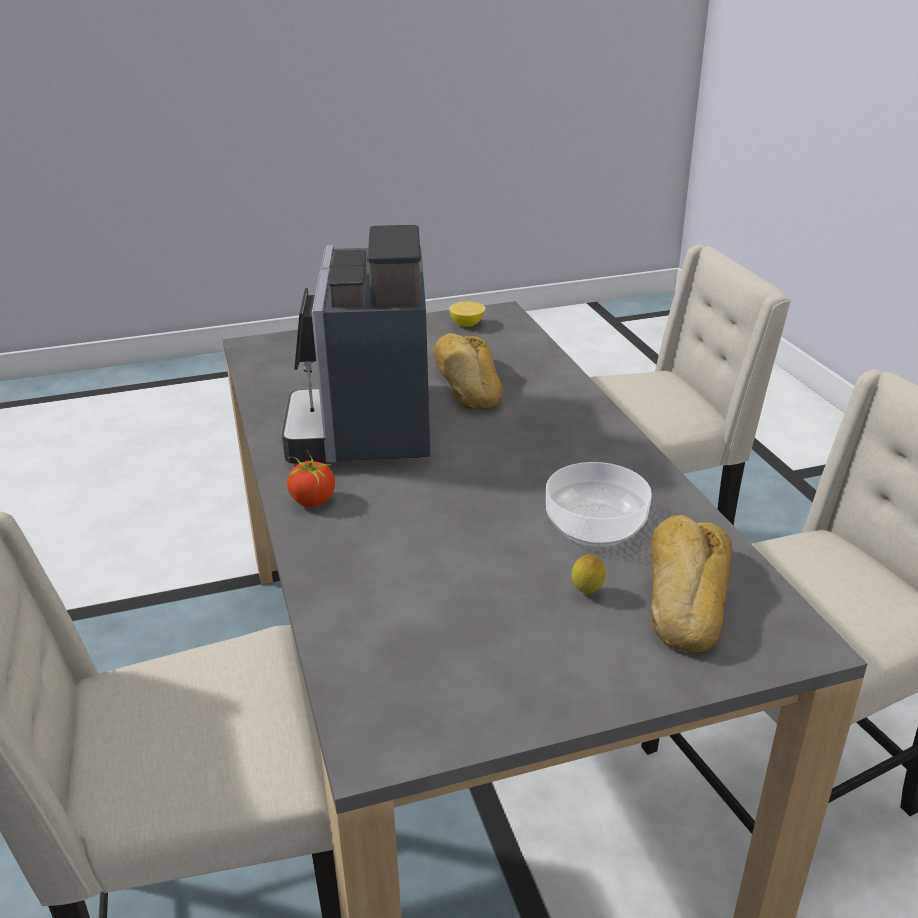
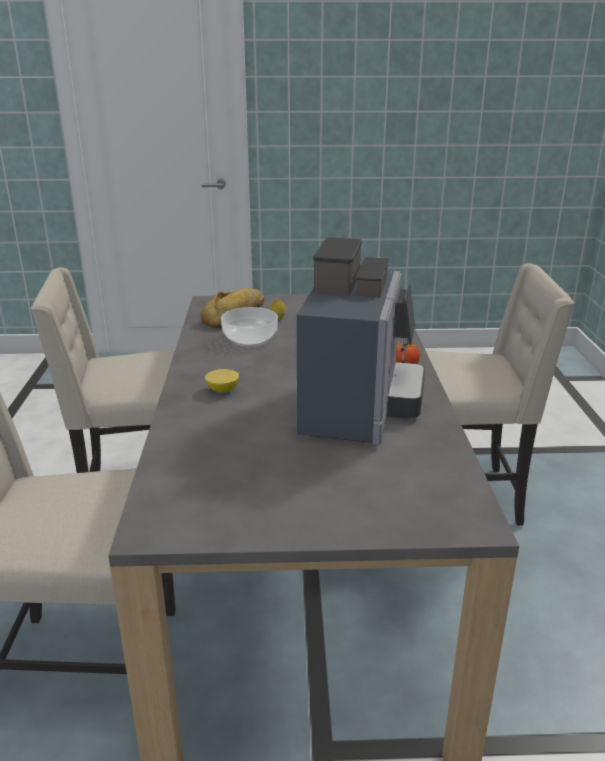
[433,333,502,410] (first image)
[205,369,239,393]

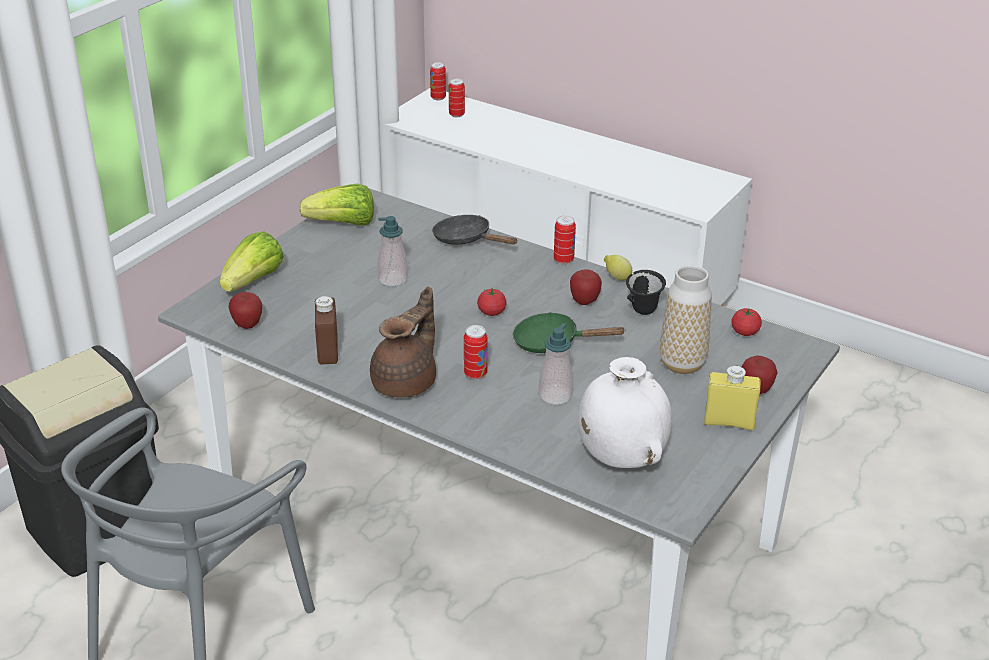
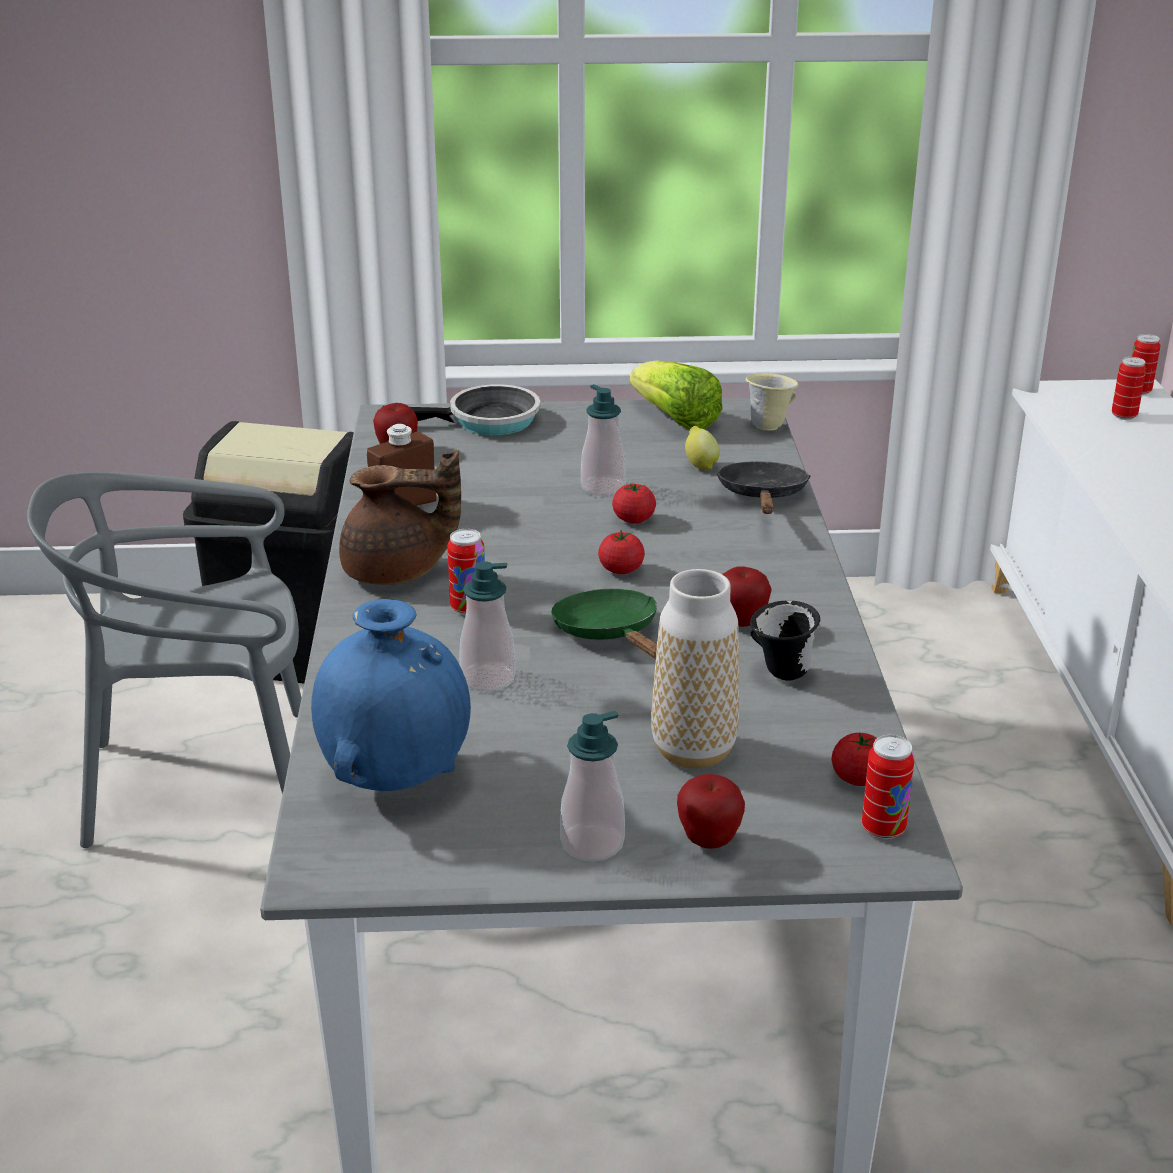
[612,484,656,523]
[746,373,798,431]
[862,735,915,839]
[685,426,720,470]
[410,384,540,436]
[560,711,625,862]
[311,599,471,791]

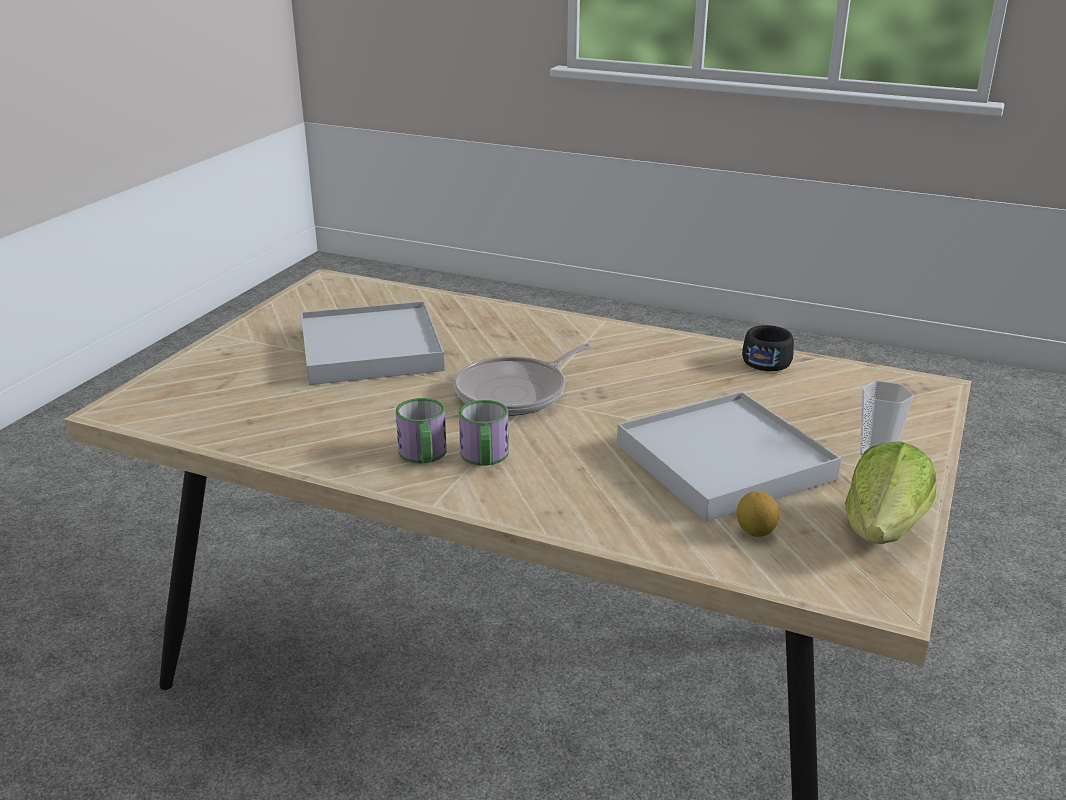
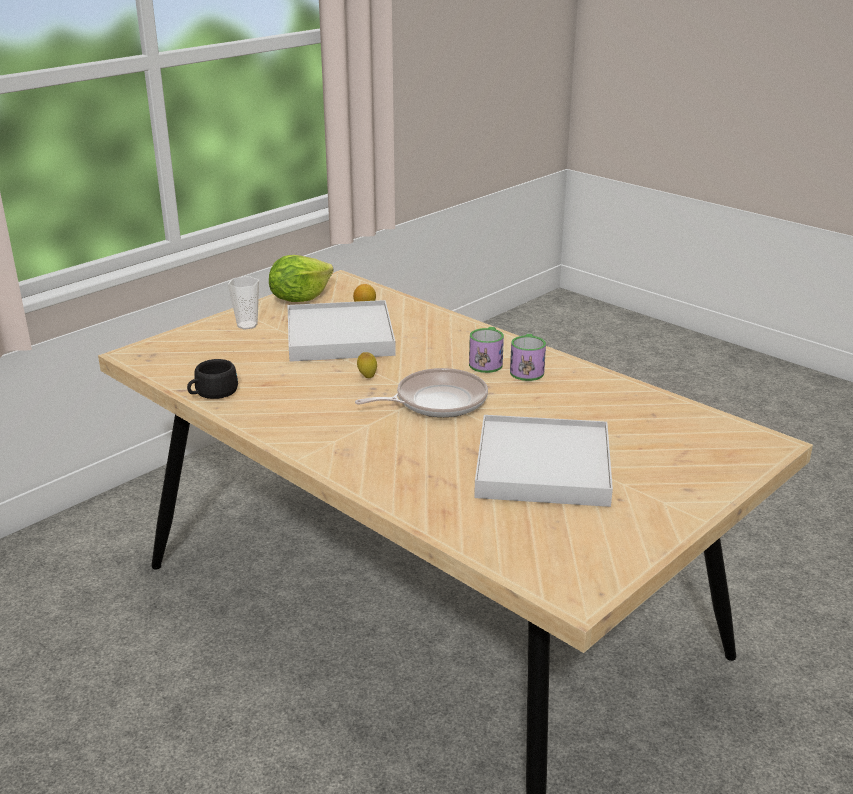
[357,352,377,378]

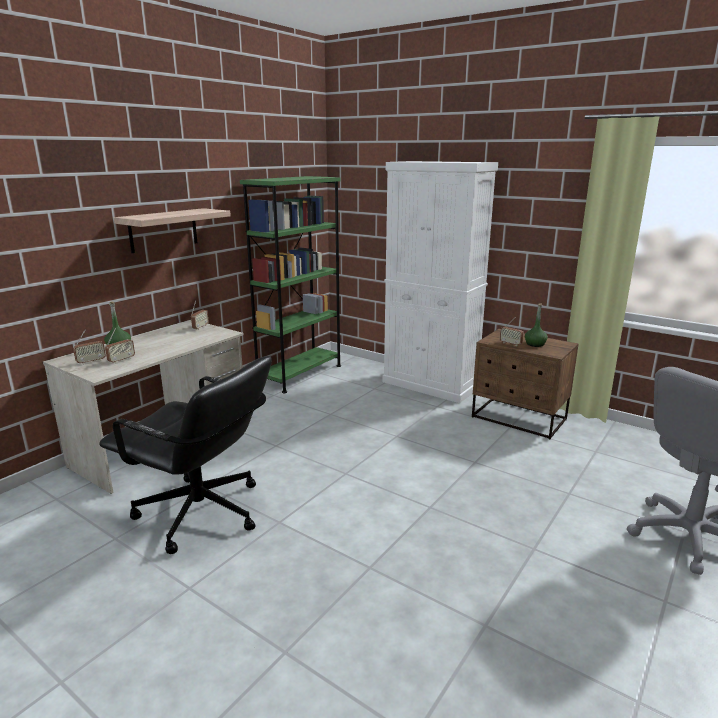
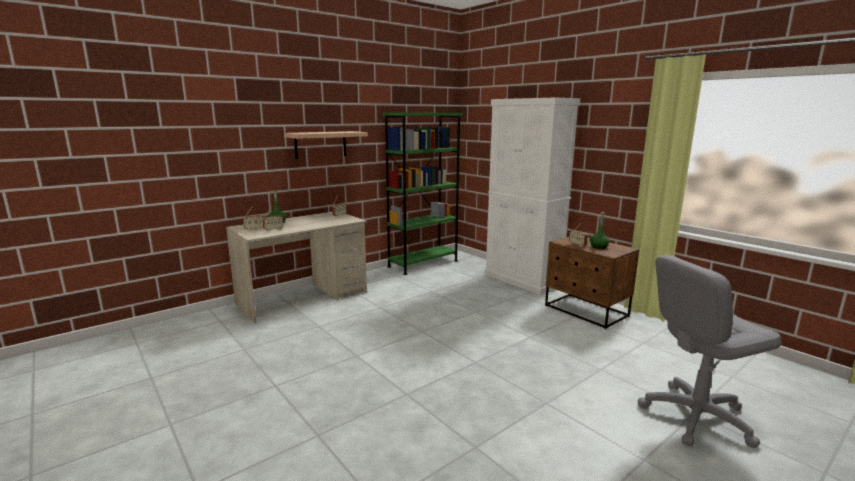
[99,356,272,554] (first image)

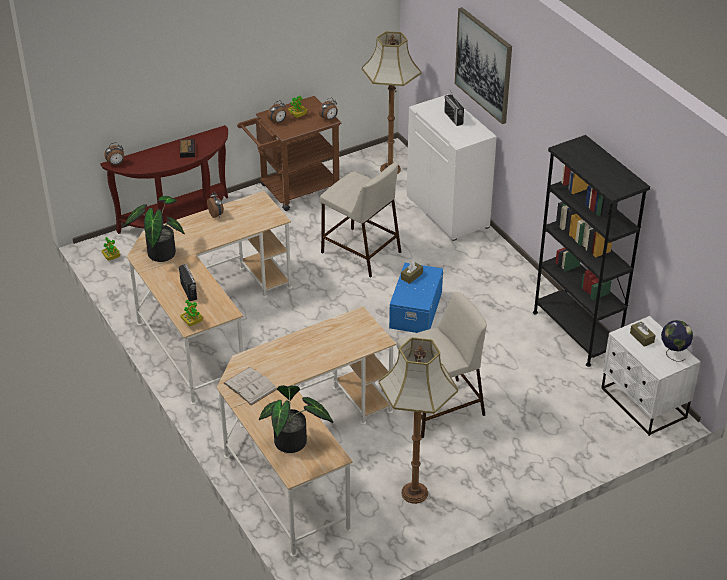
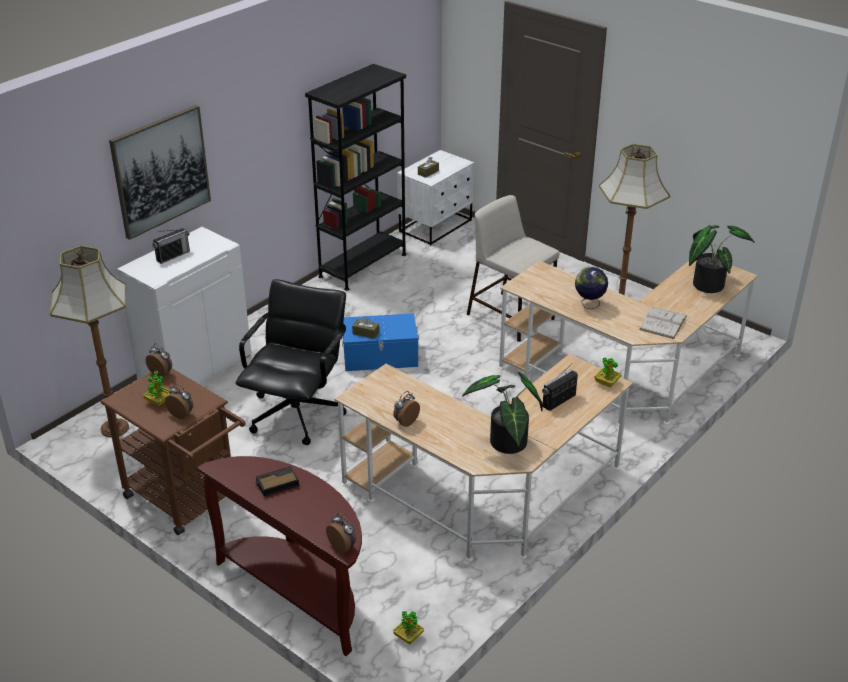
[575,267,608,309]
[236,279,347,445]

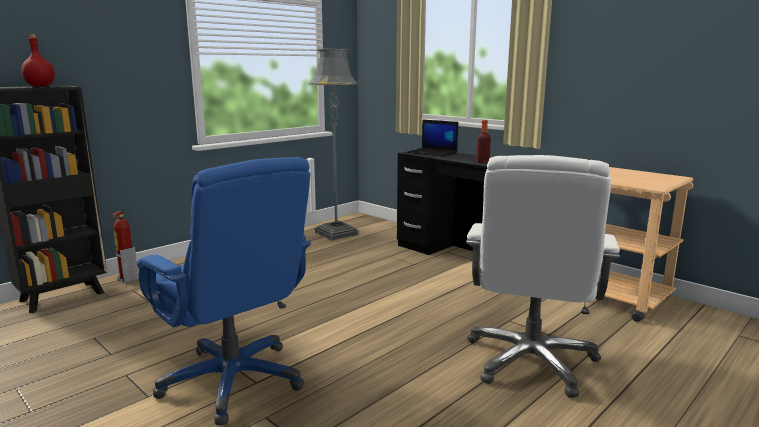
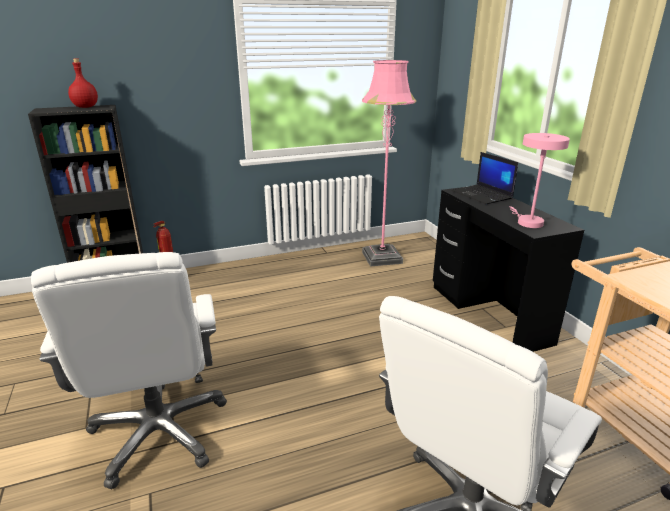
[510,133,570,228]
[31,252,227,489]
[362,60,417,267]

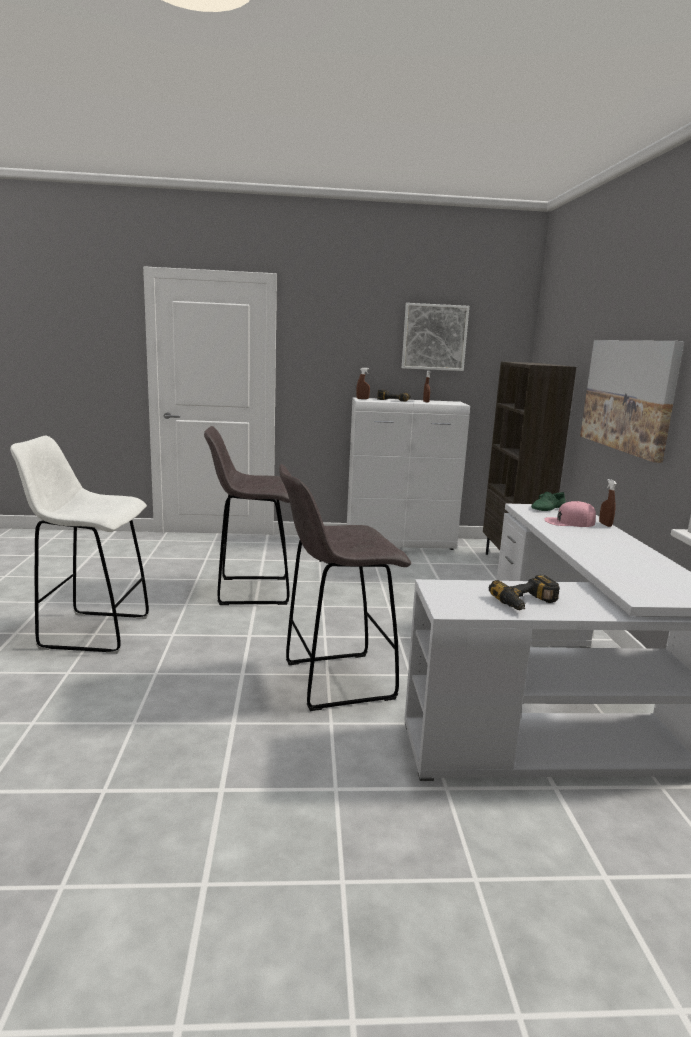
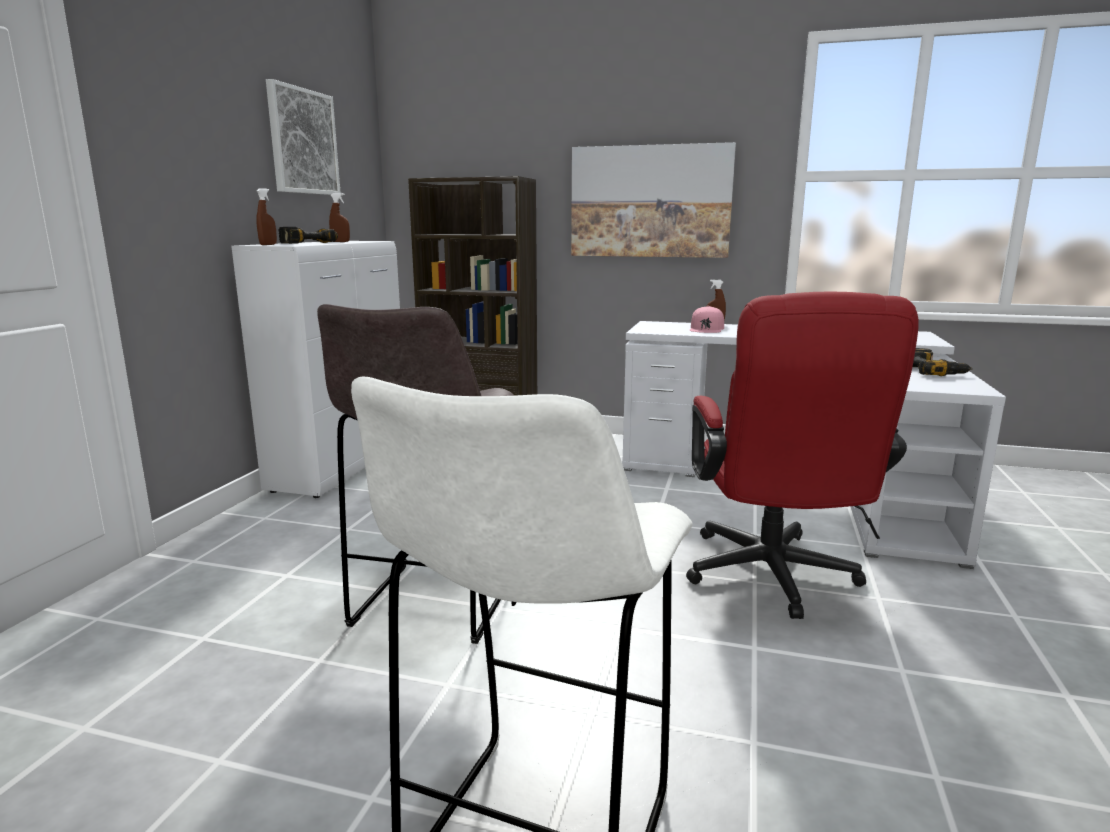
[531,492,566,511] (first image)
[686,292,919,619]

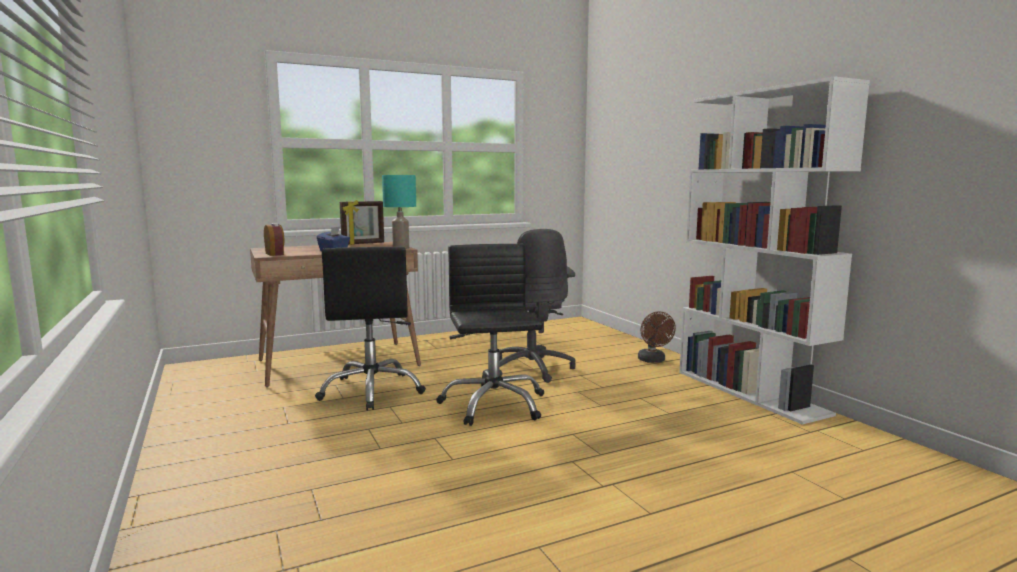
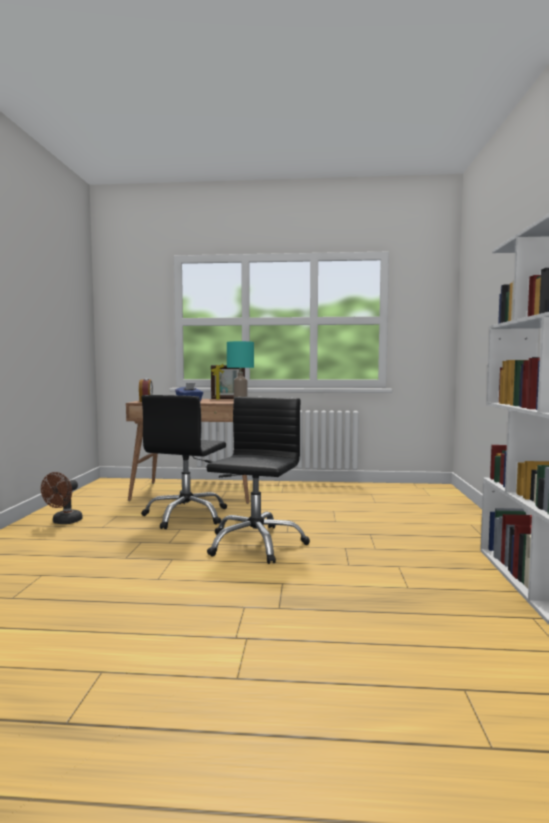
[499,229,576,383] (first image)
[41,472,82,524]

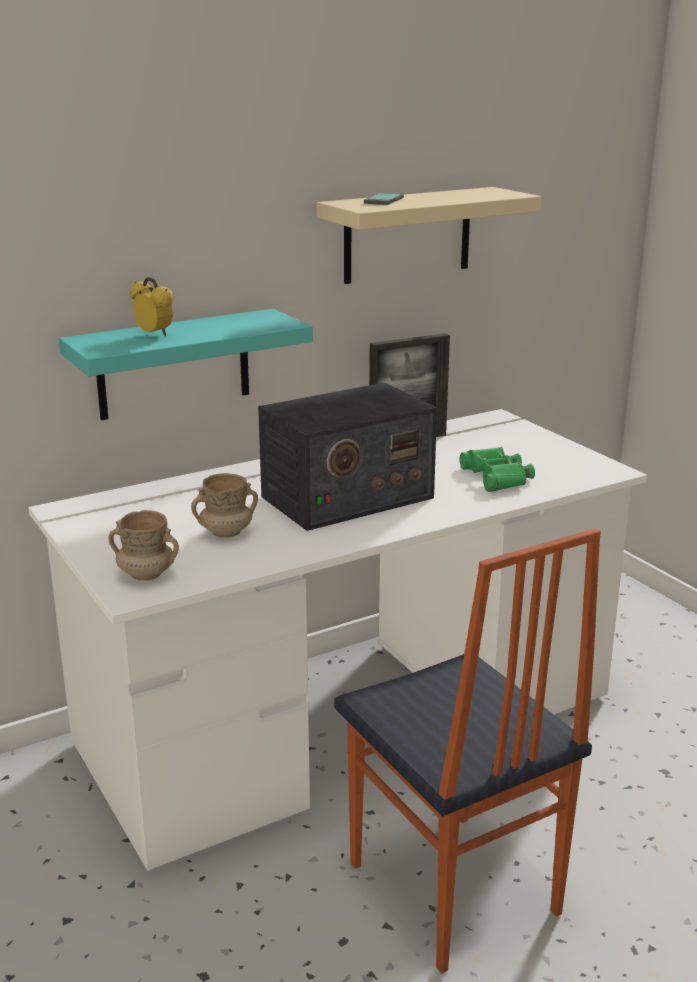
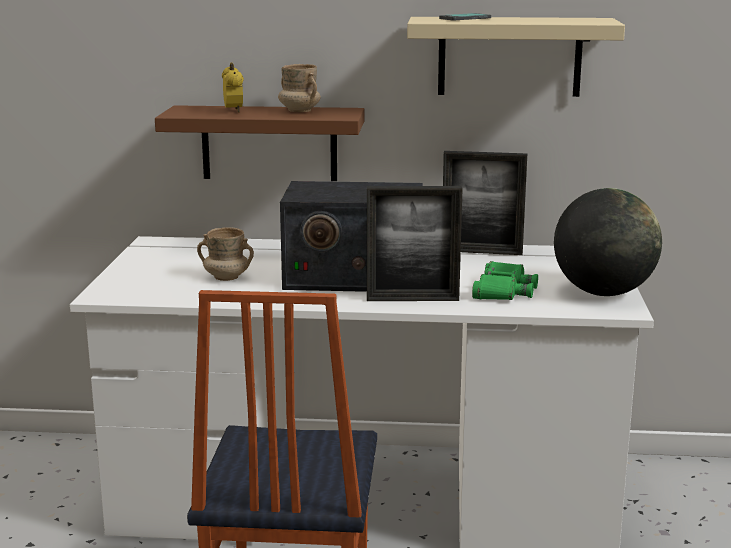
[367,186,463,301]
[554,188,662,296]
[278,64,321,112]
[155,105,365,181]

